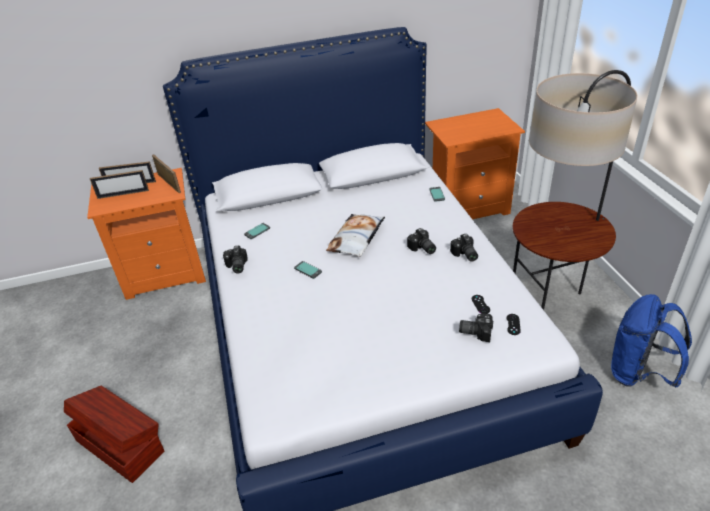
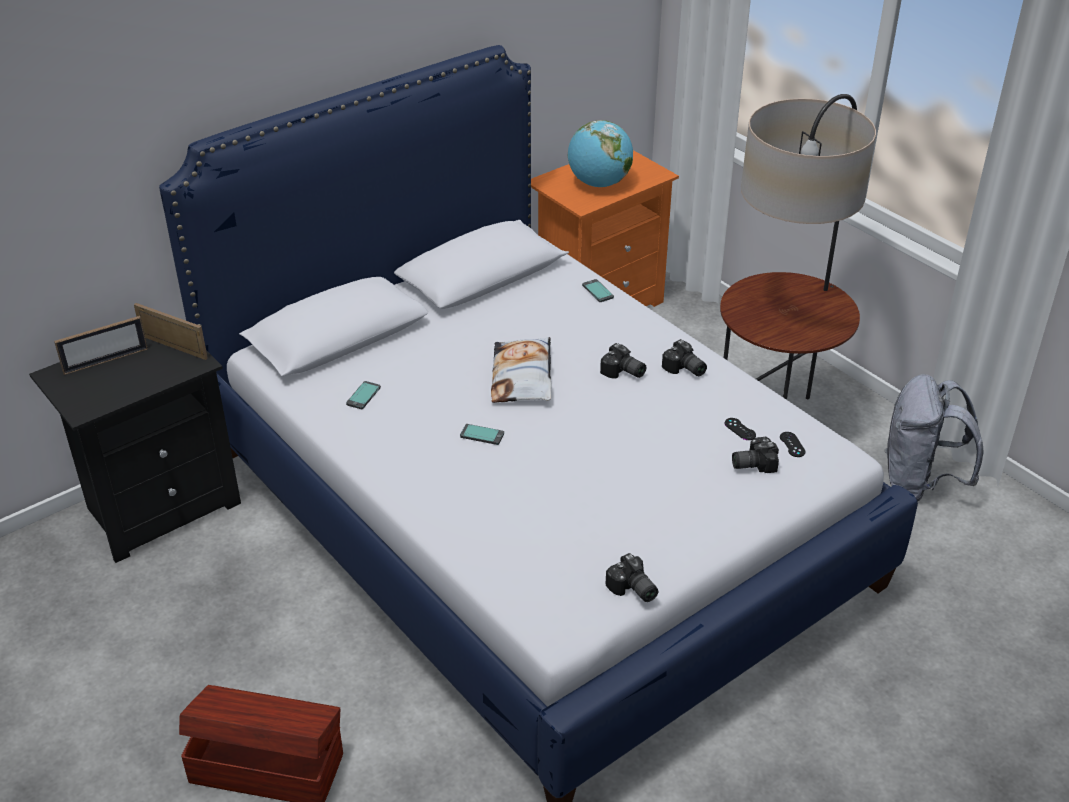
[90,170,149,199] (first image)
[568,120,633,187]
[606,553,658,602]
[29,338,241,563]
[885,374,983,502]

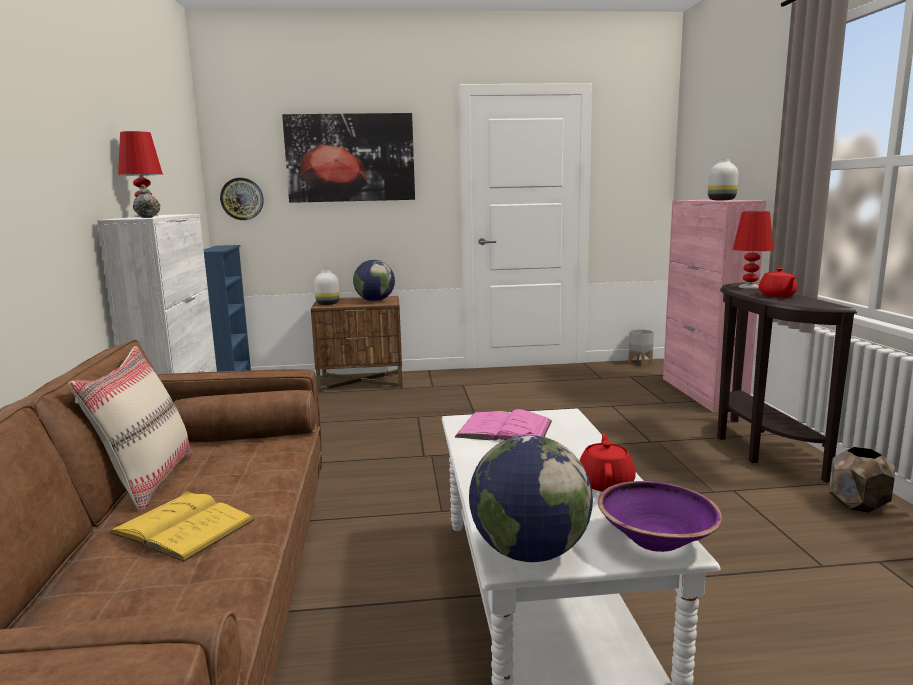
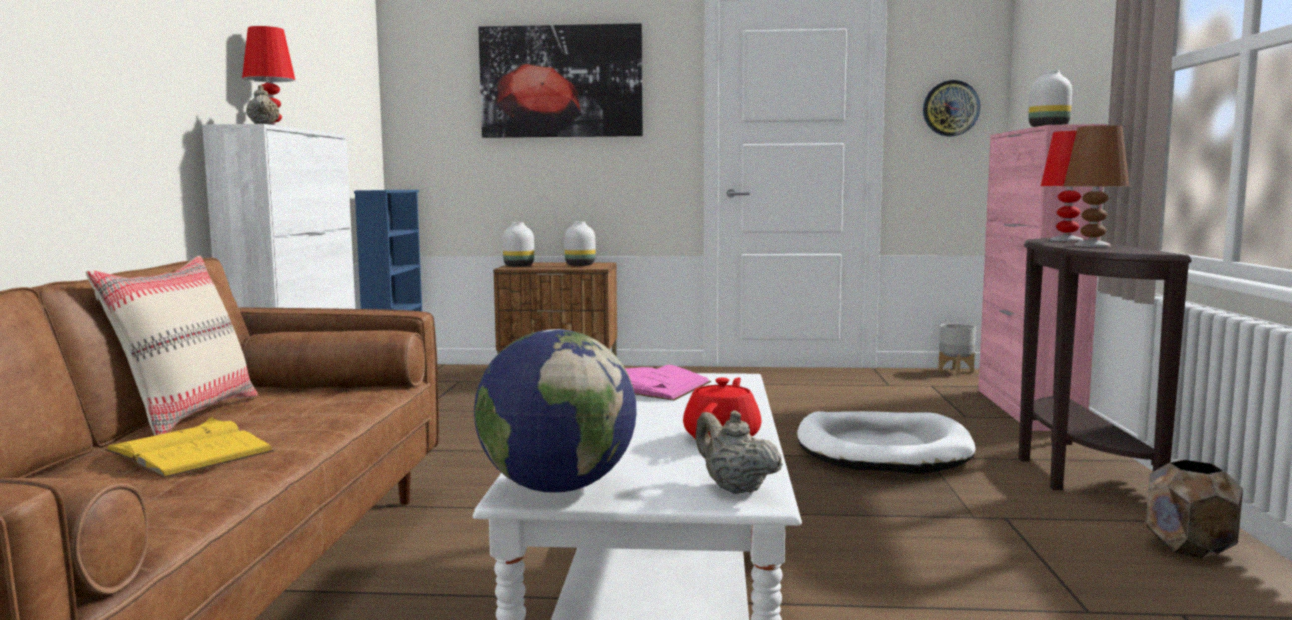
[797,411,976,474]
[923,80,980,136]
[564,222,596,266]
[695,410,783,494]
[1064,125,1129,247]

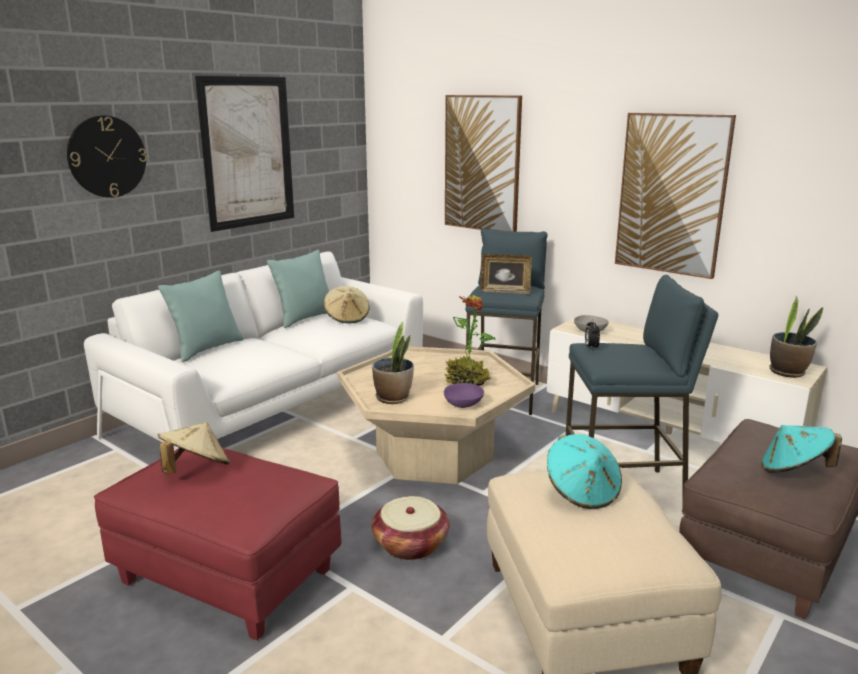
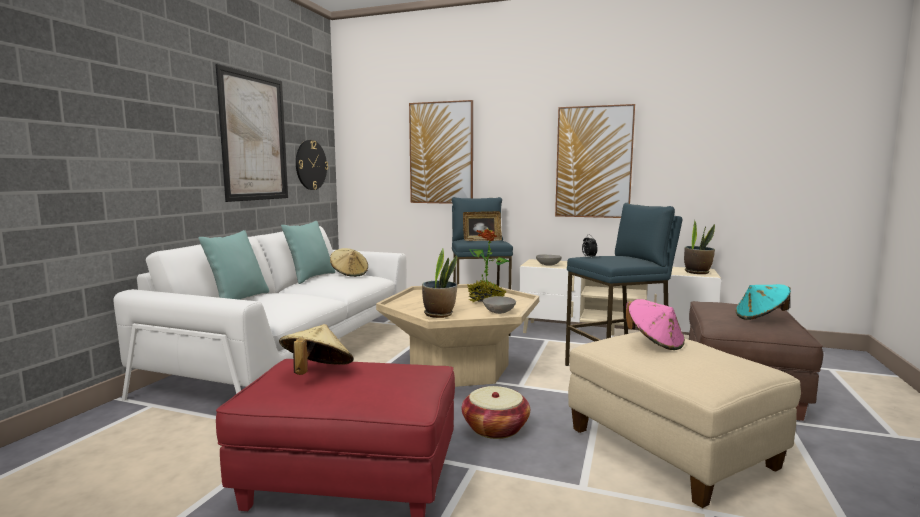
[296,140,328,190]
[483,296,516,314]
[626,299,685,350]

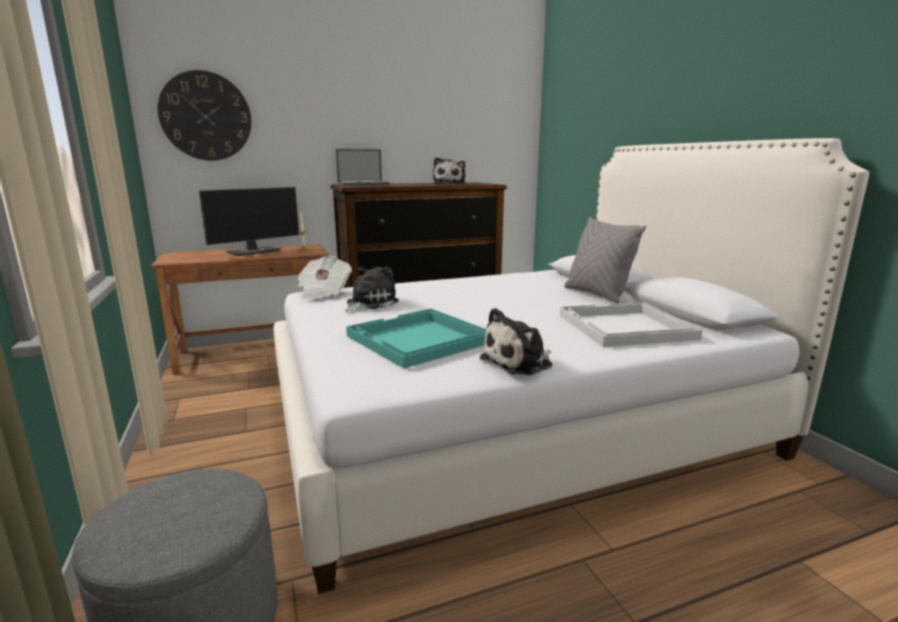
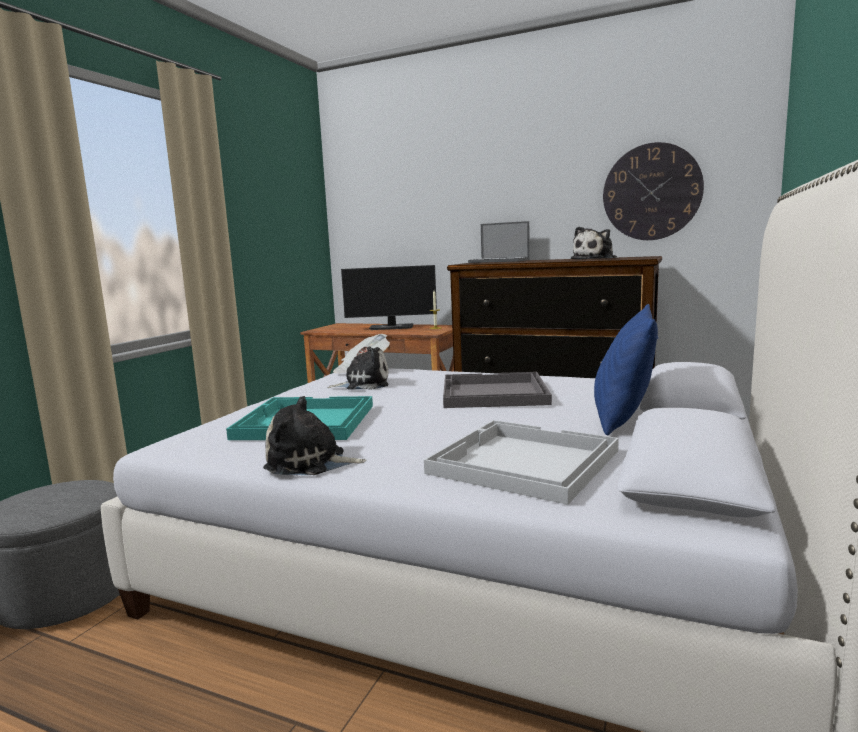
[443,372,552,408]
[603,142,704,240]
[594,304,658,435]

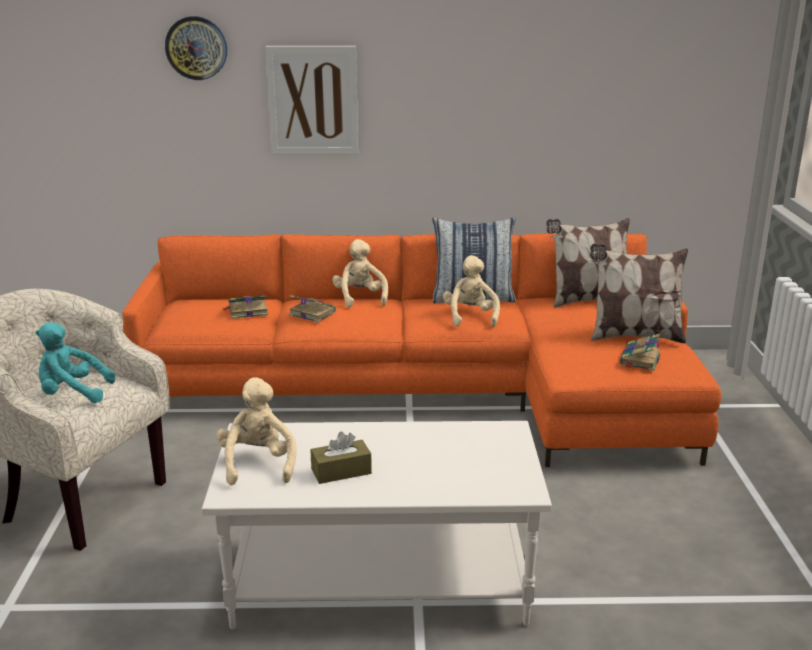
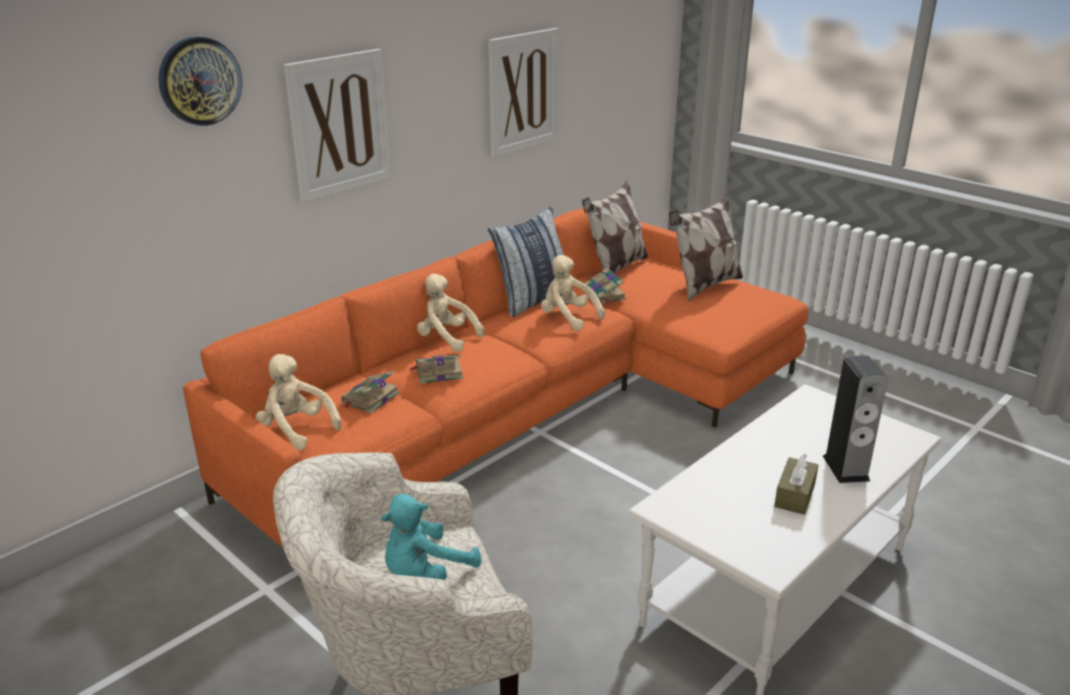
[489,28,559,157]
[823,355,888,483]
[255,354,342,450]
[584,268,626,304]

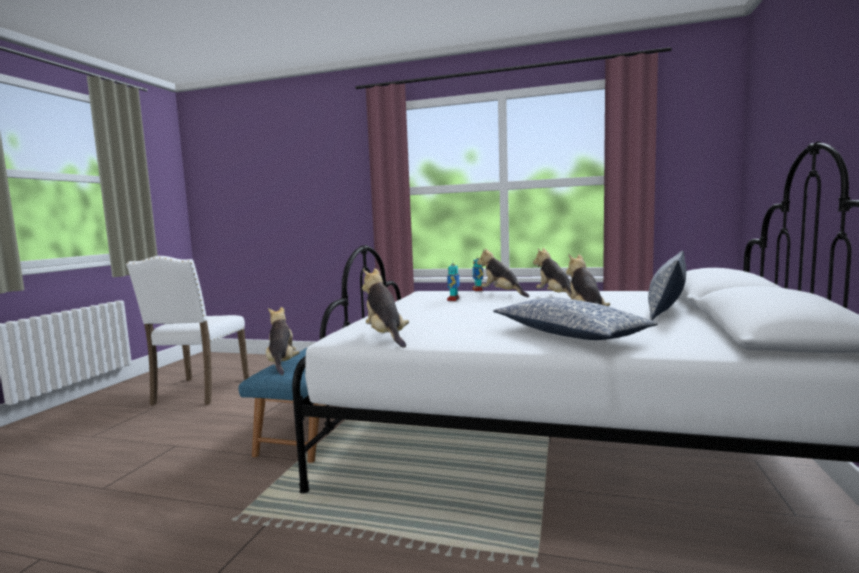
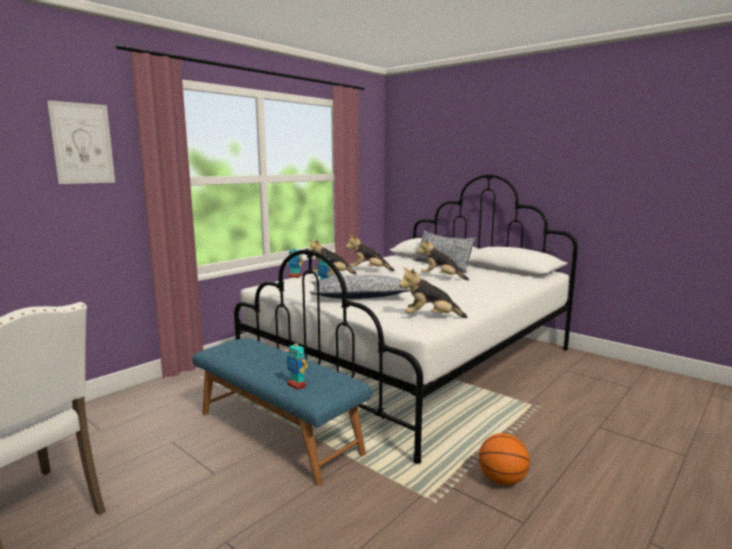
[47,100,115,184]
[479,433,530,486]
[310,275,410,299]
[287,339,308,390]

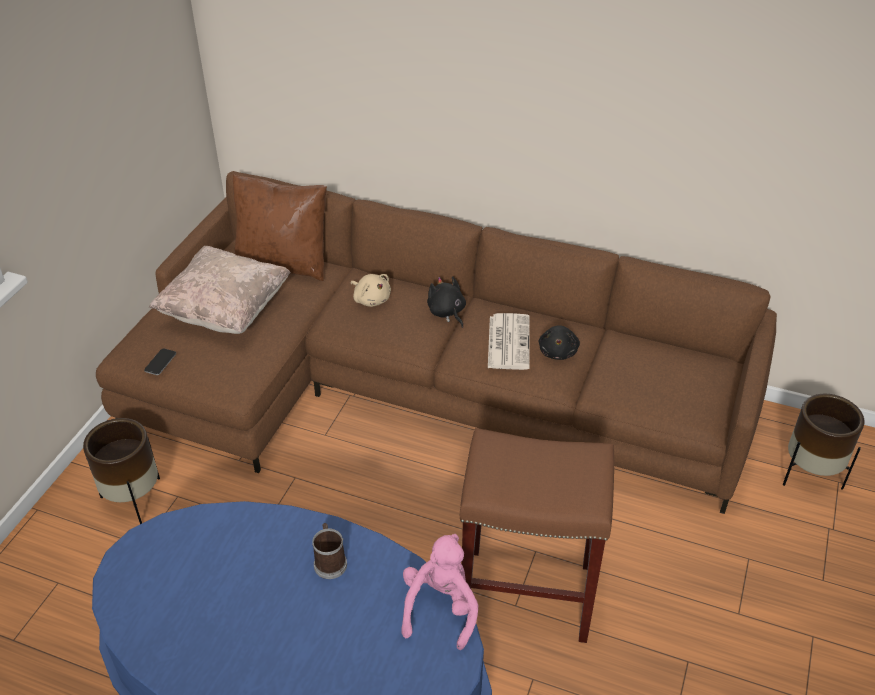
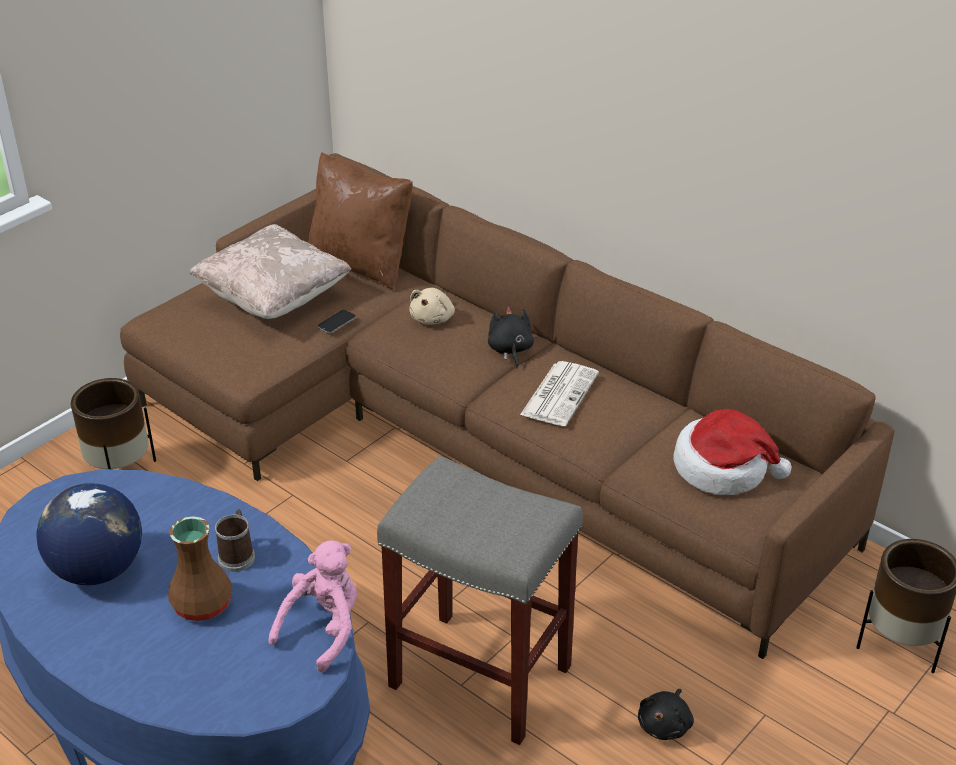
[36,483,142,585]
[168,516,232,621]
[673,409,792,495]
[317,310,356,333]
[638,689,694,740]
[377,456,583,745]
[410,288,455,325]

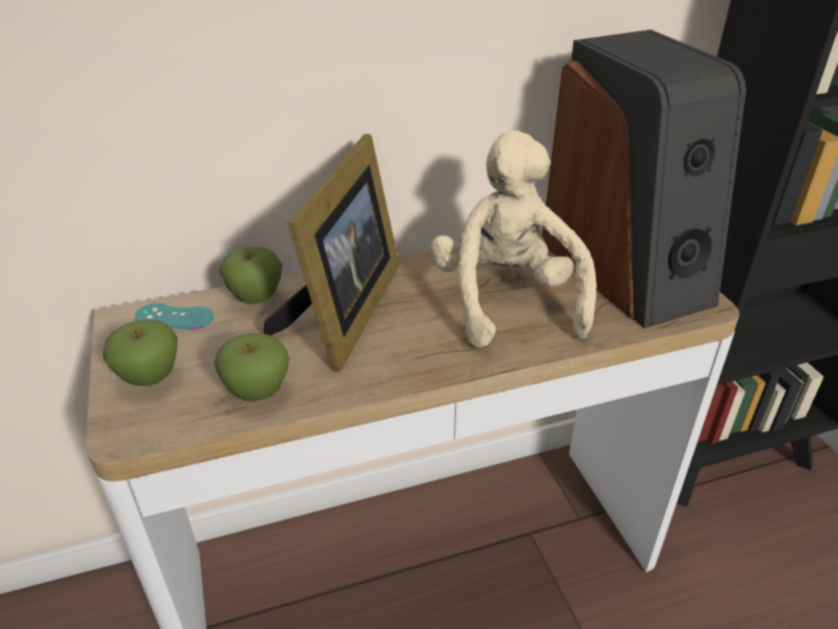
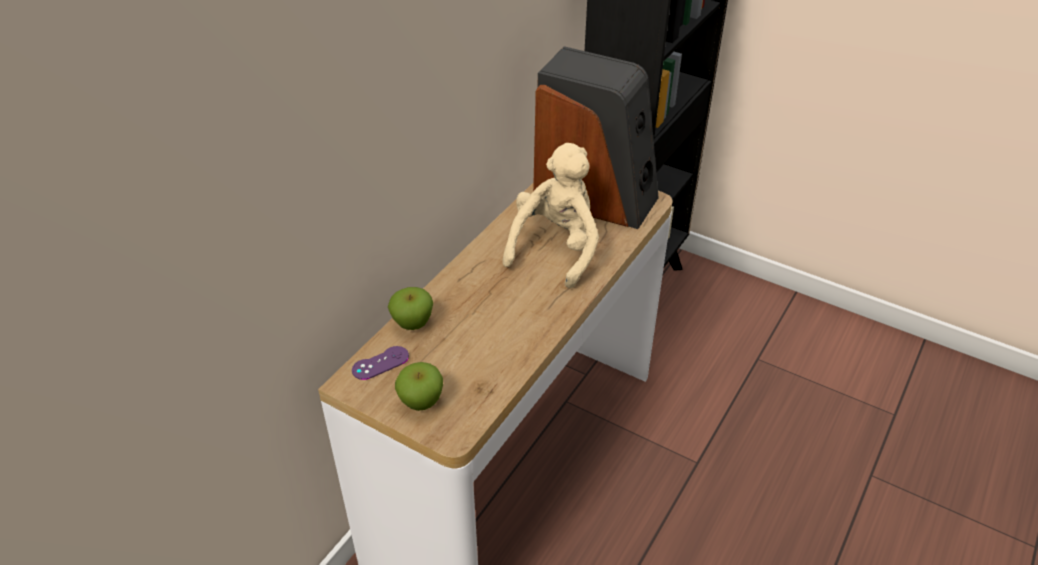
[214,333,289,401] (first image)
[264,134,400,372] (first image)
[352,346,409,380]
[502,143,599,288]

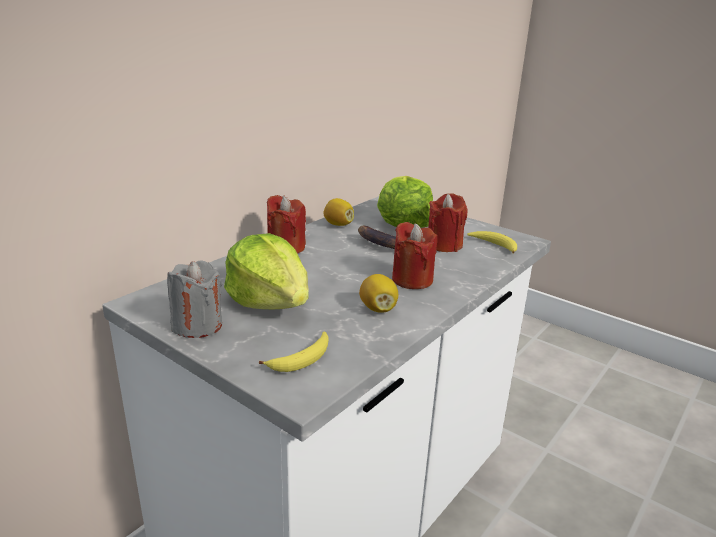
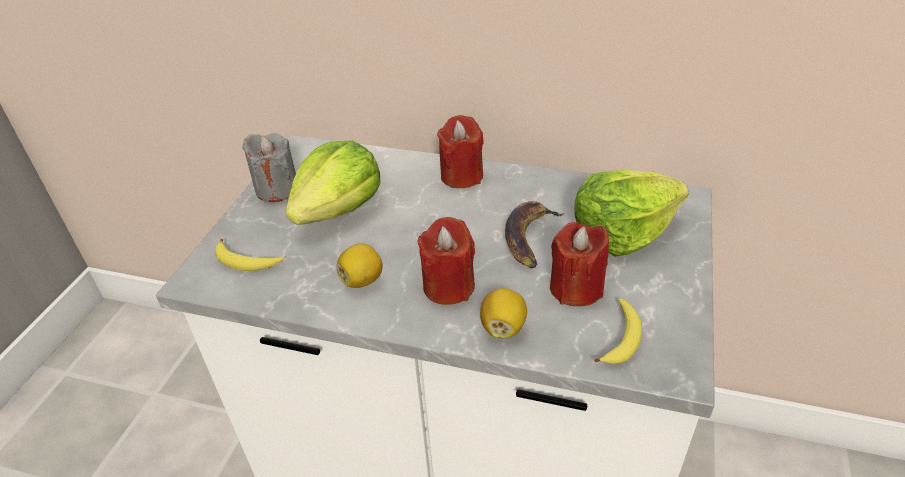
[480,288,527,339]

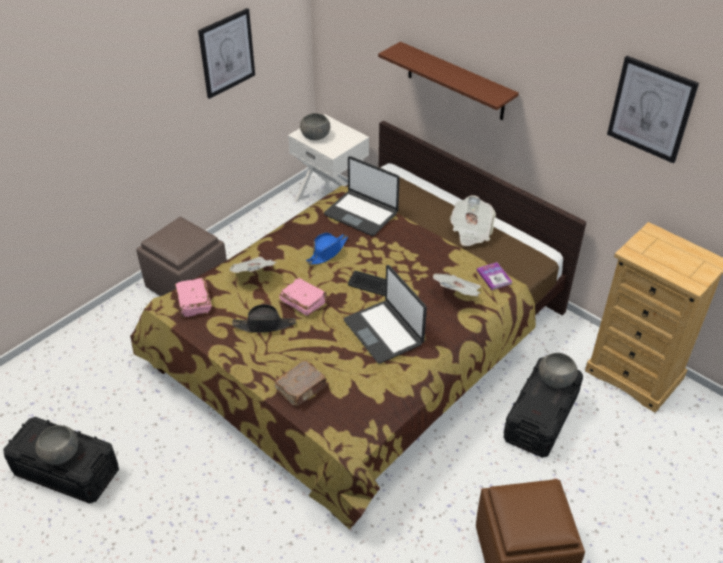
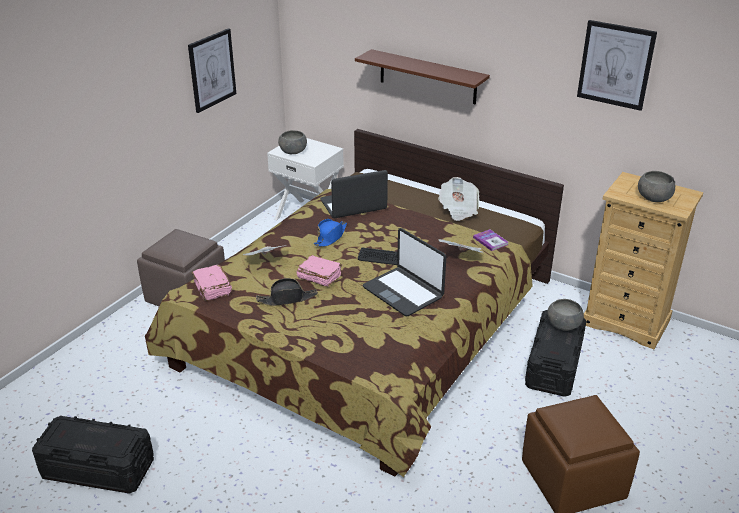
[275,361,327,406] (first image)
[638,171,675,202]
[320,170,388,218]

